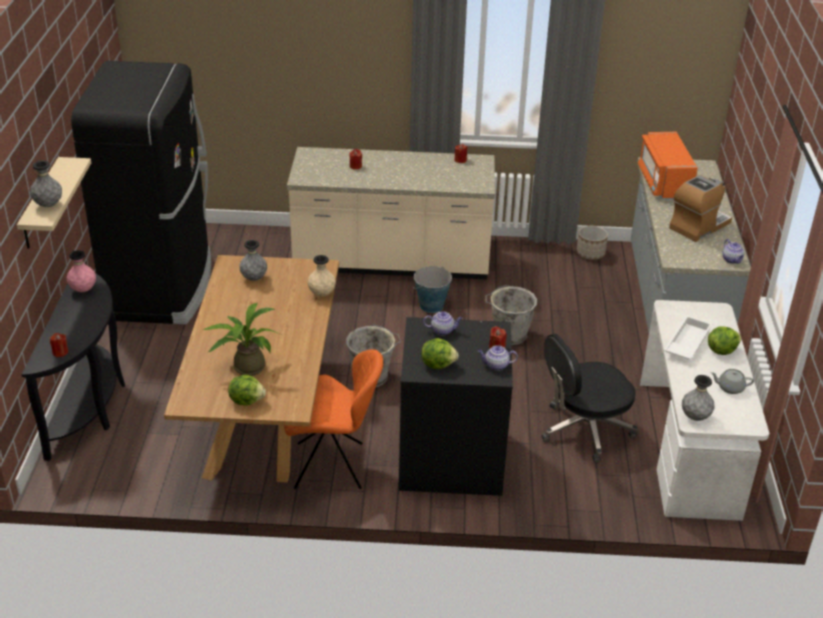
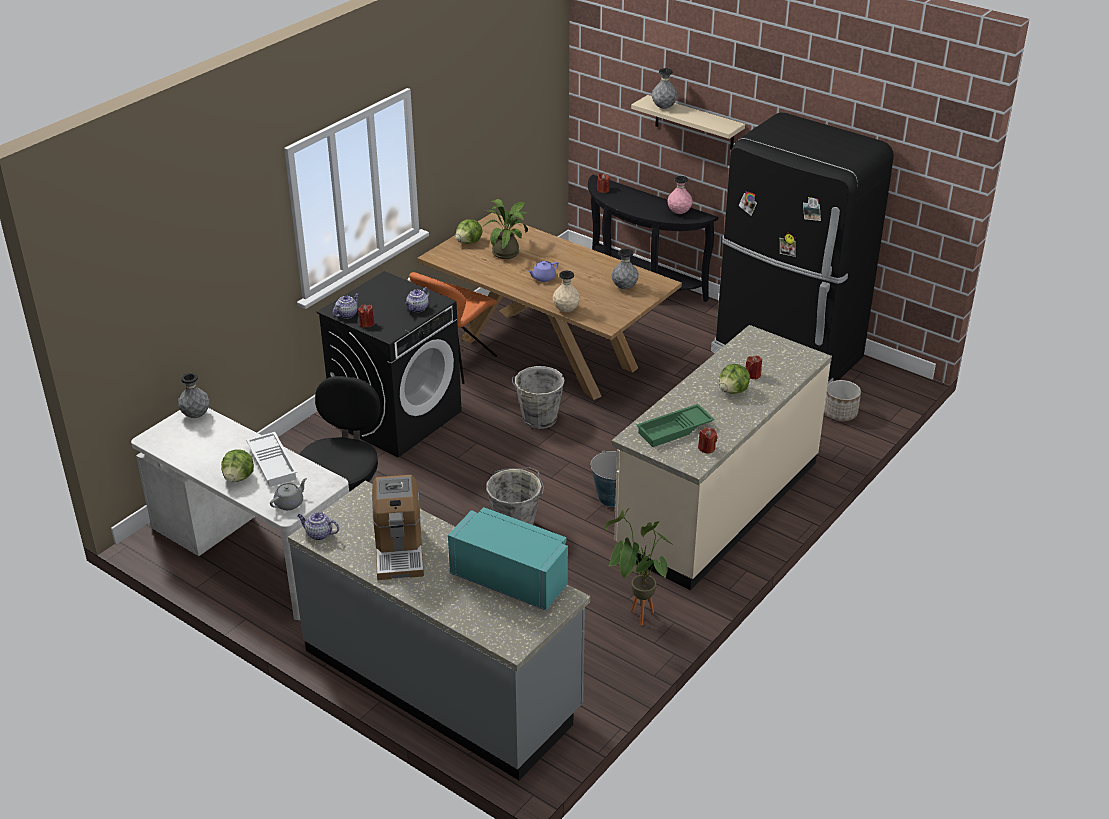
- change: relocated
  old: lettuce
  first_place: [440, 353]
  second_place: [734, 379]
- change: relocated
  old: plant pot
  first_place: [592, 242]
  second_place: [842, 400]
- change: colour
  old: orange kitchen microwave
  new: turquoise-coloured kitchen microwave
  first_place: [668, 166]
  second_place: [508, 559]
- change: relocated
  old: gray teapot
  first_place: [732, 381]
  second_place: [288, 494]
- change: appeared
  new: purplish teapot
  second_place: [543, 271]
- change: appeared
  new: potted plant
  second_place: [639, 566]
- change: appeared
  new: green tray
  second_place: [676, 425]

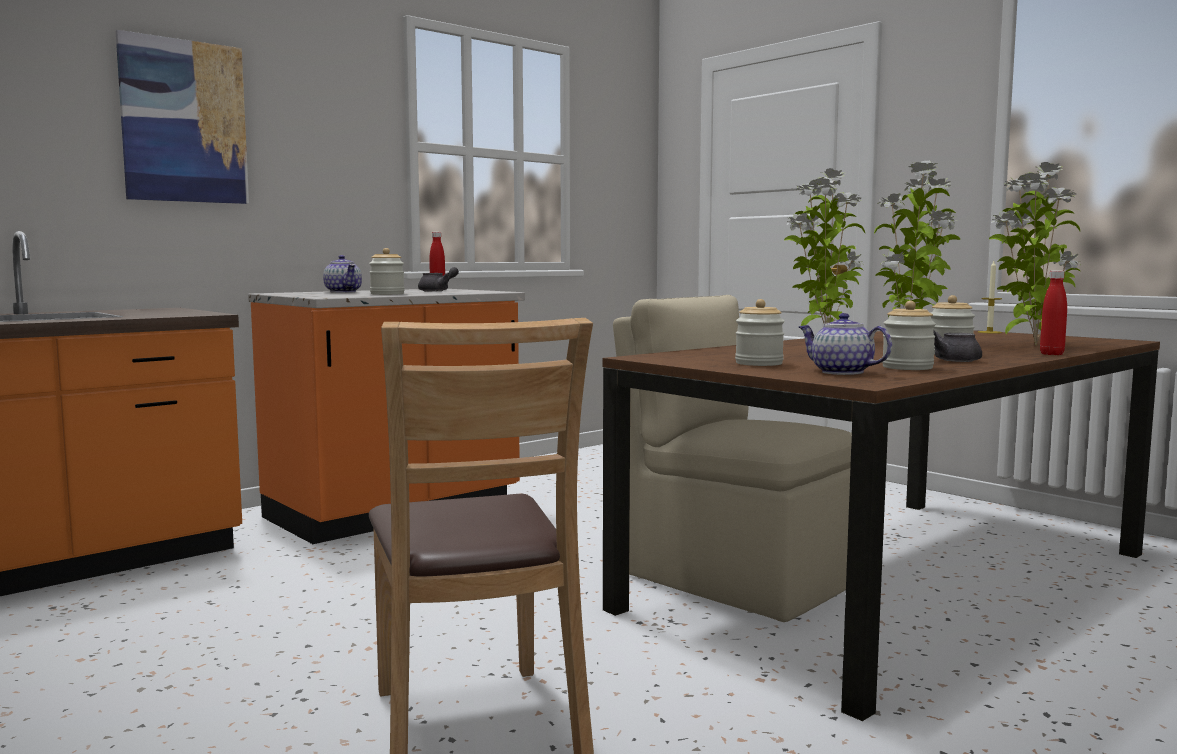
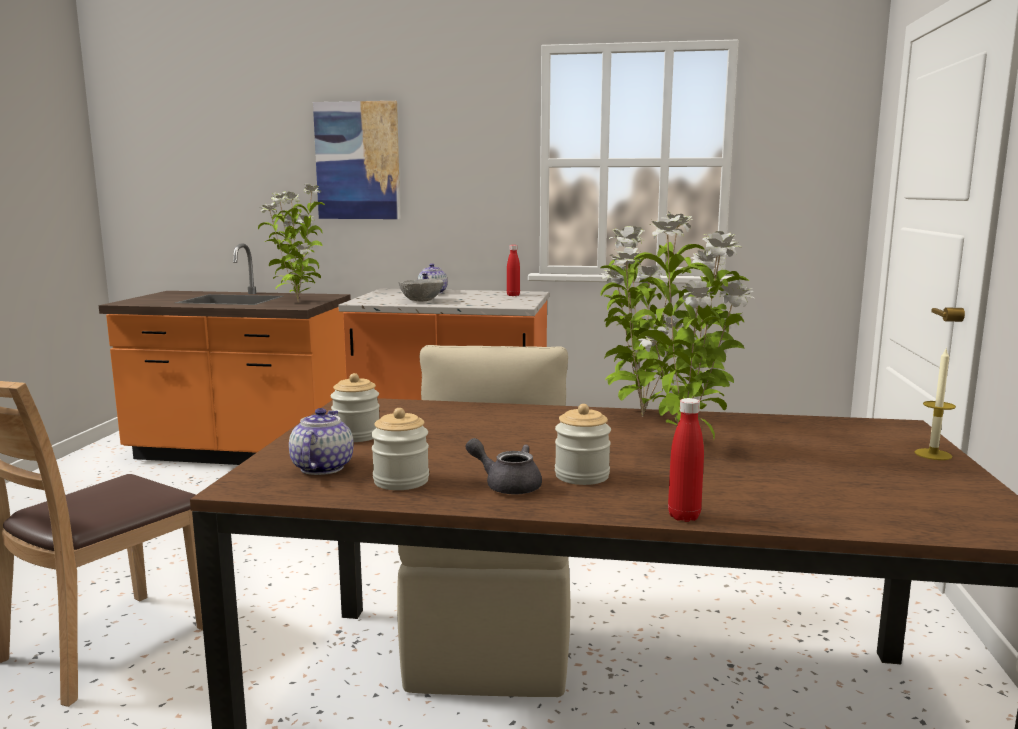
- change: exchanged
  old: jar
  new: gray serving bowl
  first_place: [386, 271]
  second_place: [421, 290]
- change: missing
  old: gray teapot
  first_place: [438, 279]
- change: relocated
  old: potted plant
  first_place: [1035, 253]
  second_place: [291, 242]

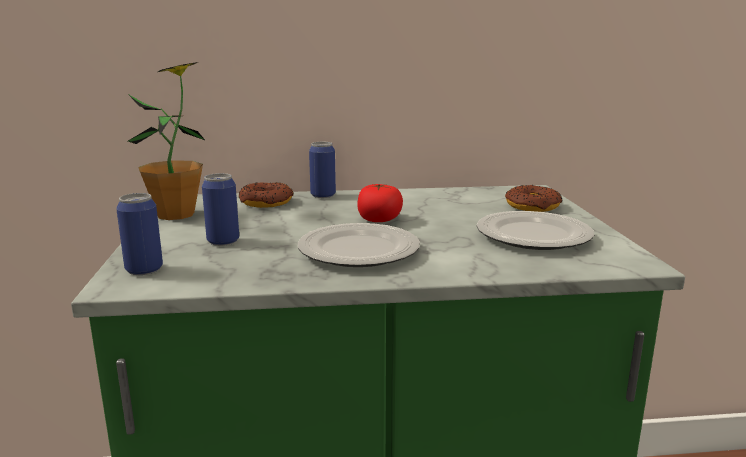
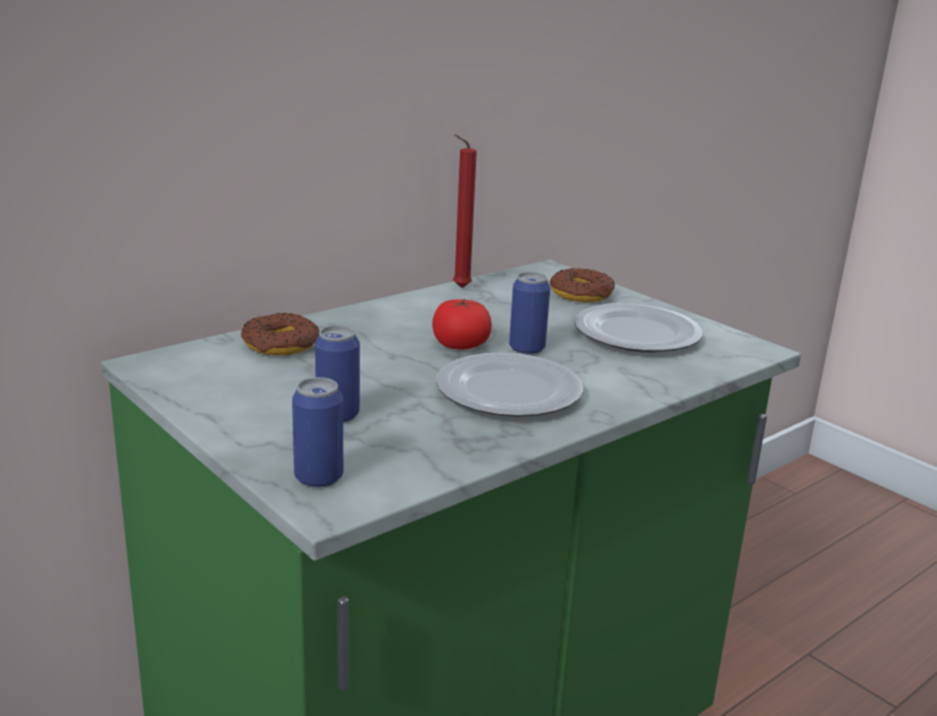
- change: missing
  old: potted plant
  first_place: [167, 141]
- change: relocated
  old: sealed can
  first_place: [322, 170]
  second_place: [529, 313]
- change: appeared
  new: red wax light
  second_place: [465, 211]

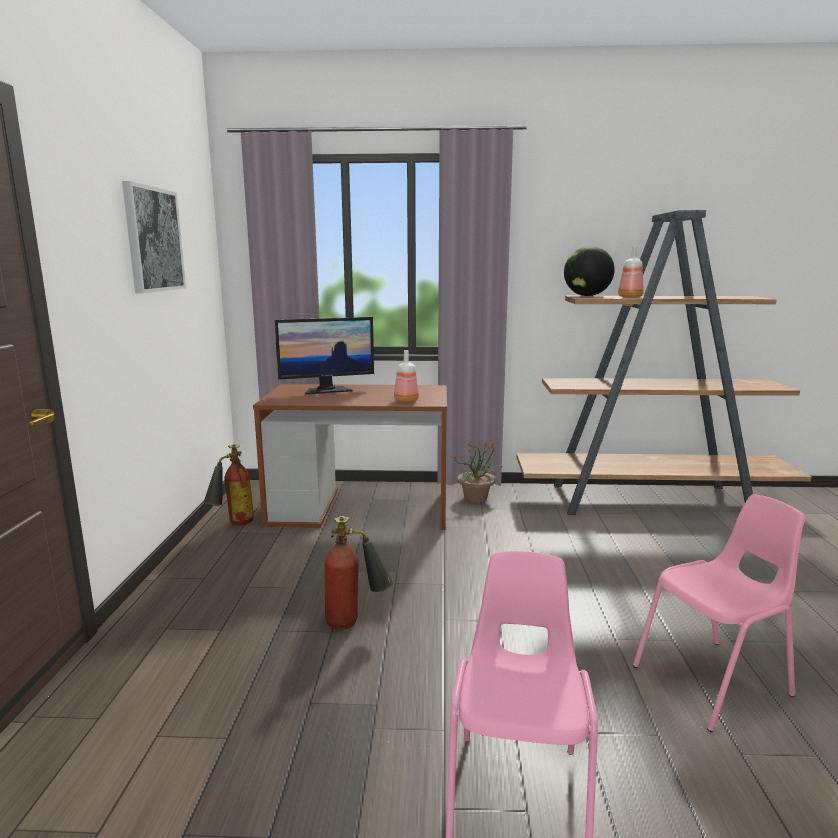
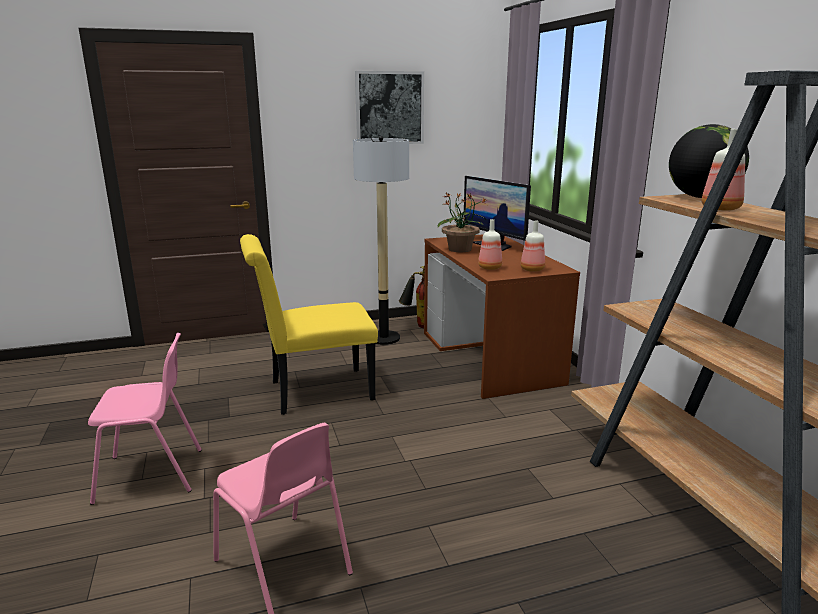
- change: exchanged
  old: fire extinguisher
  new: yellow-coloured upright chair
  first_place: [359, 573]
  second_place: [309, 324]
- change: relocated
  old: potted plant
  first_place: [476, 472]
  second_place: [462, 222]
- change: appeared
  new: standard lamp
  second_place: [381, 240]
- change: appeared
  new: bottle
  second_place: [533, 246]

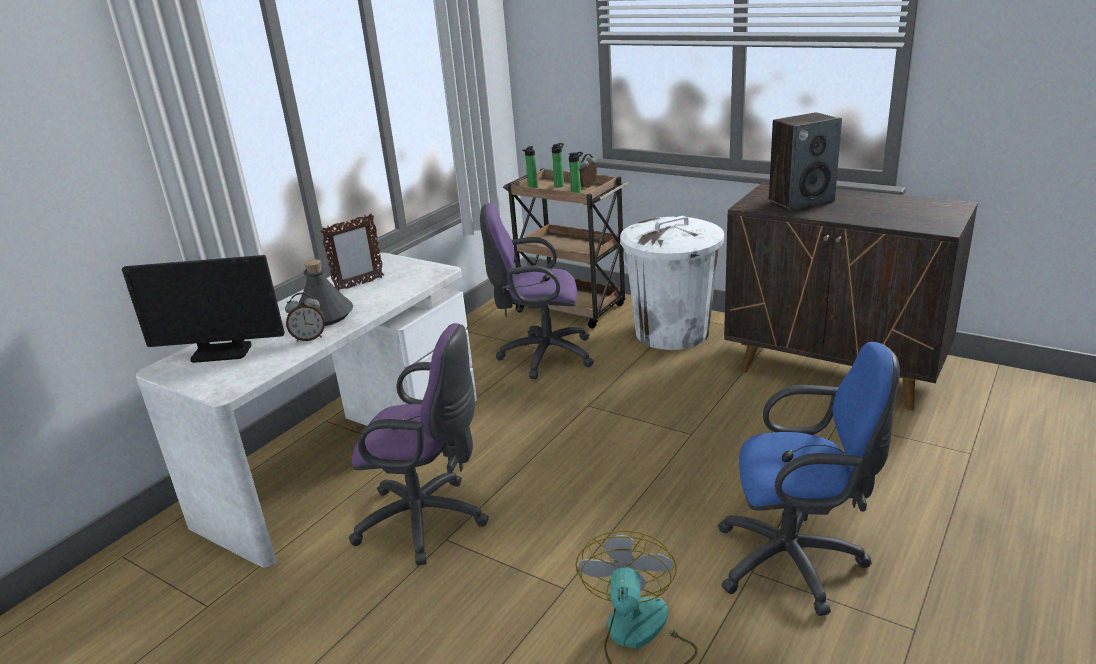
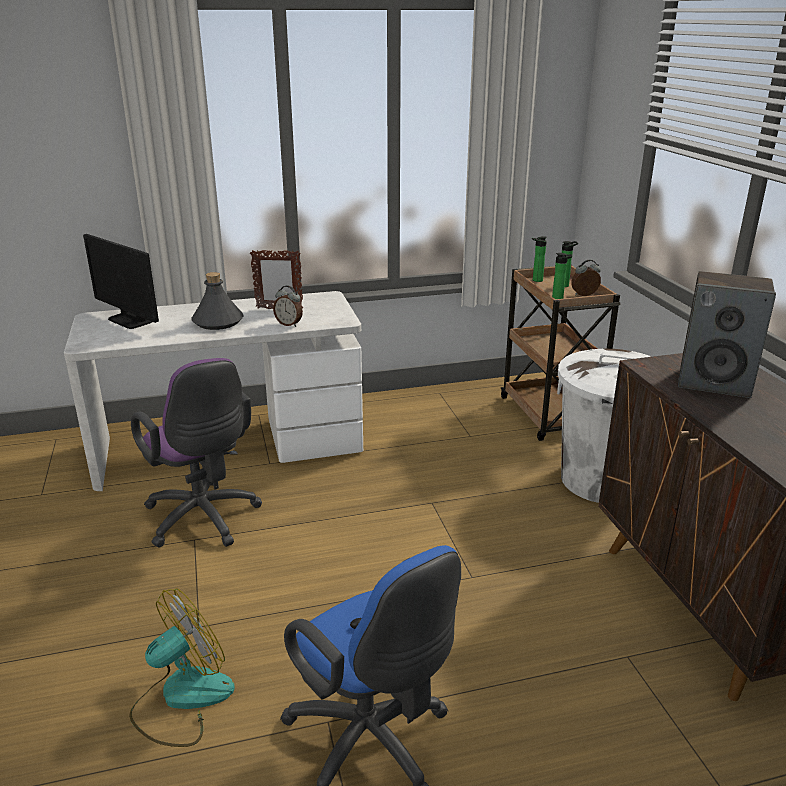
- change: relocated
  old: alarm clock
  first_place: [305, 317]
  second_place: [288, 306]
- change: missing
  old: purplish computer chair
  first_place: [537, 291]

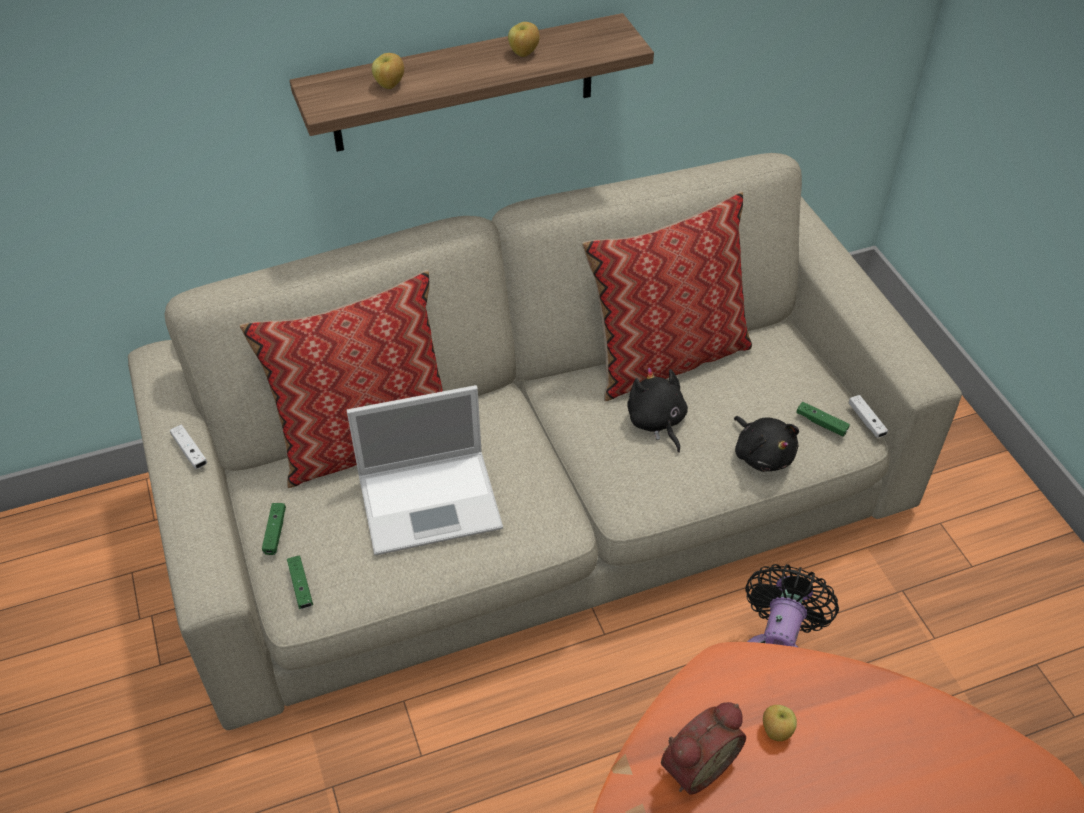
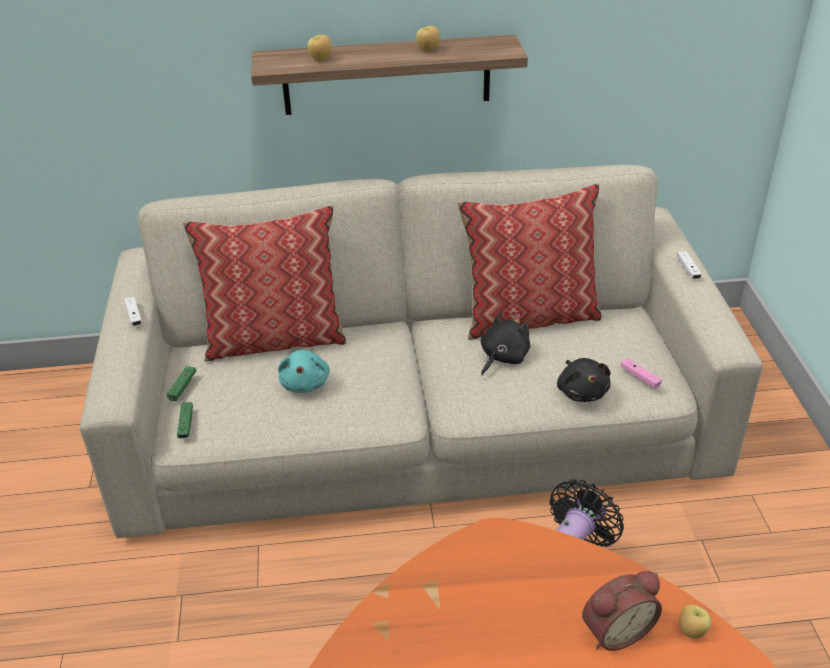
- change: exchanged
  old: portable computer
  new: turquoise-coloured cuddly toy
  first_place: [425, 470]
  second_place: [304, 371]
- change: spun
  old: black-coloured cuddly toy
  first_place: [657, 410]
  second_place: [505, 343]
  degrees: 45
- change: relocated
  old: alarm clock
  first_place: [703, 748]
  second_place: [622, 611]
- change: relocated
  old: apple fruit
  first_place: [780, 723]
  second_place: [695, 622]
- change: colour
  old: green gamepad
  new: pink gamepad
  first_place: [823, 419]
  second_place: [641, 373]
- change: relocated
  old: whitish gamepad
  first_place: [868, 416]
  second_place: [689, 265]

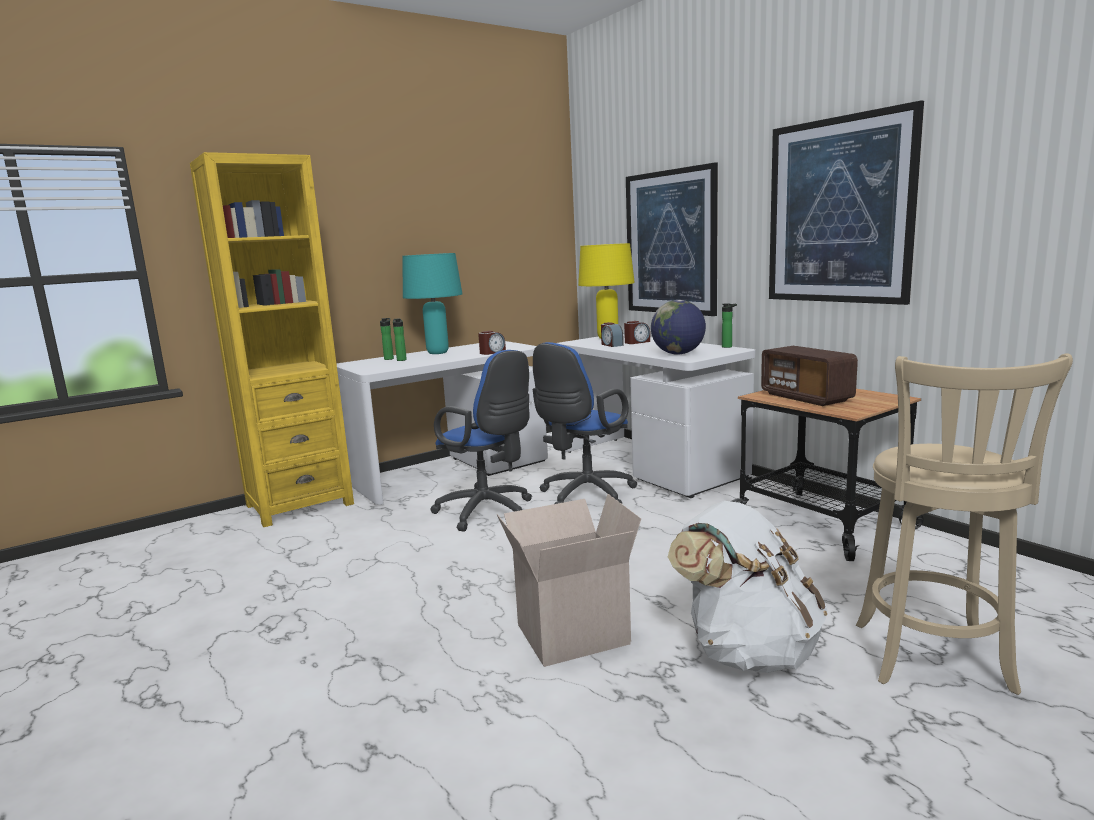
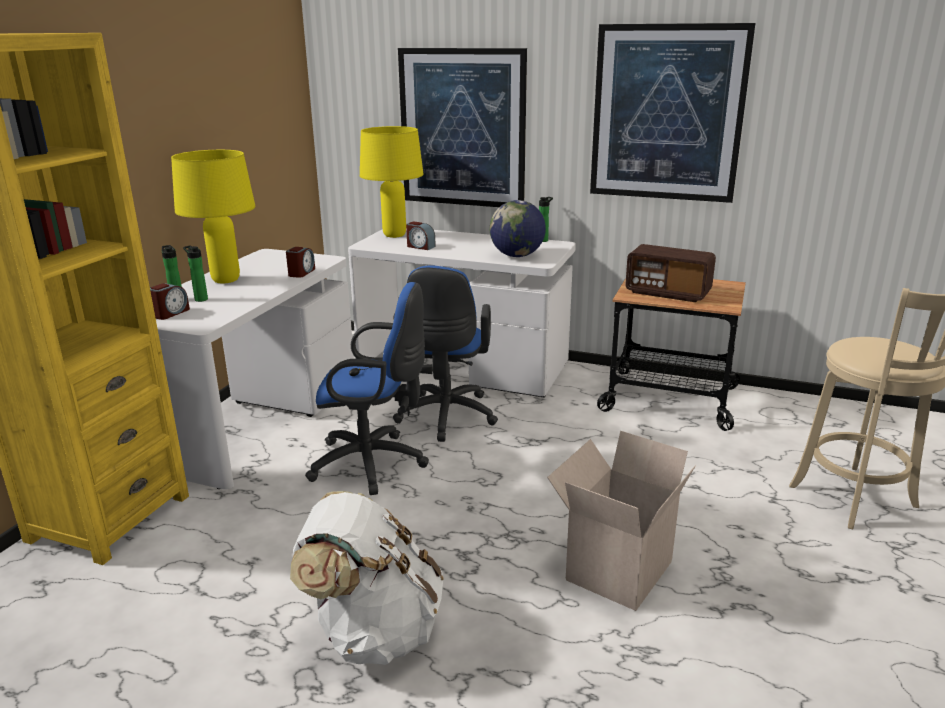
- change: colour
  old: turquoise-coloured tabletop lamp
  new: yellow-coloured tabletop lamp
  first_place: [432, 303]
  second_place: [213, 216]
- change: relocated
  old: alarm clock
  first_place: [637, 332]
  second_place: [170, 301]
- change: relocated
  old: whitish backpack
  first_place: [748, 587]
  second_place: [367, 578]

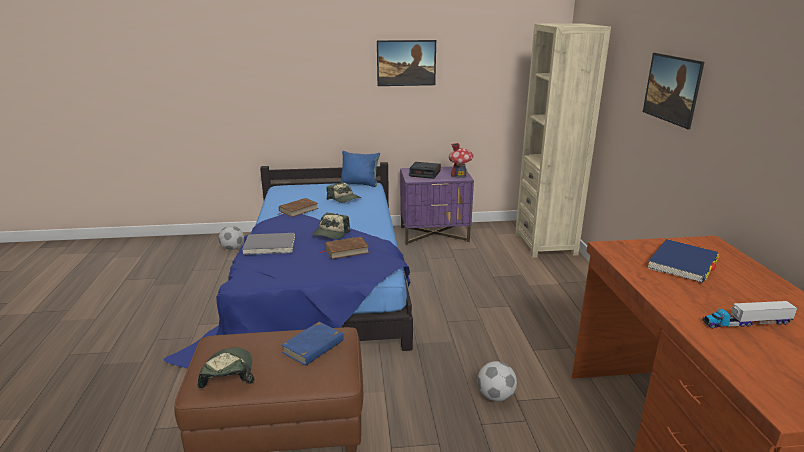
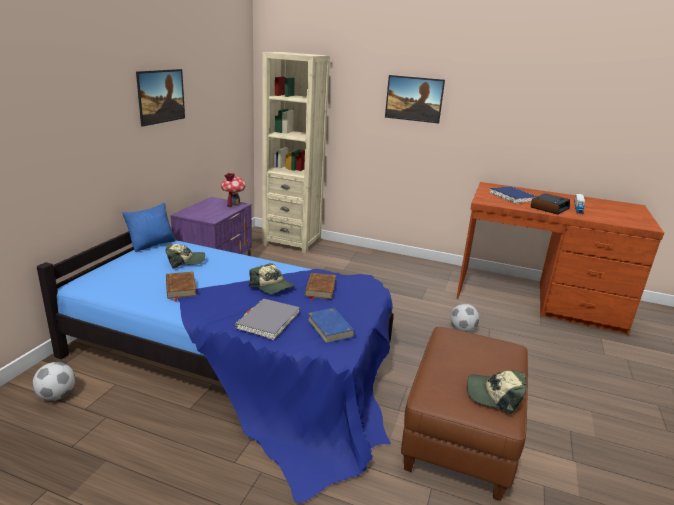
- change: relocated
  old: blue bound book
  first_place: [312, 344]
  second_place: [331, 325]
- change: relocated
  old: alarm clock
  first_place: [425, 170]
  second_place: [550, 203]

